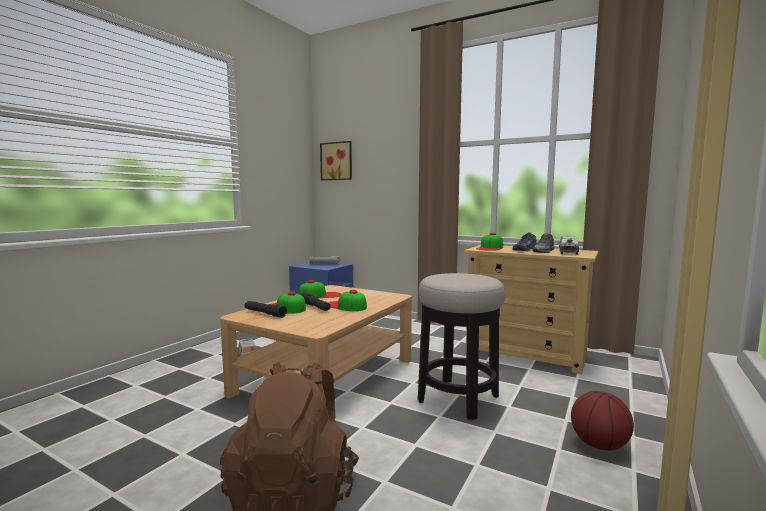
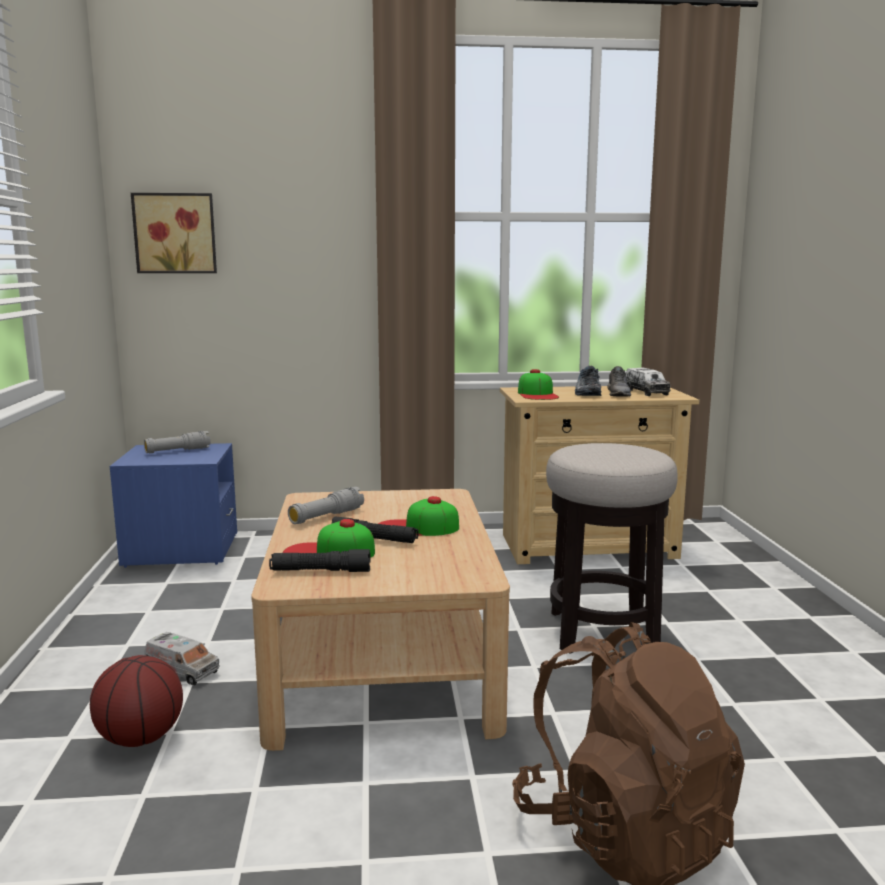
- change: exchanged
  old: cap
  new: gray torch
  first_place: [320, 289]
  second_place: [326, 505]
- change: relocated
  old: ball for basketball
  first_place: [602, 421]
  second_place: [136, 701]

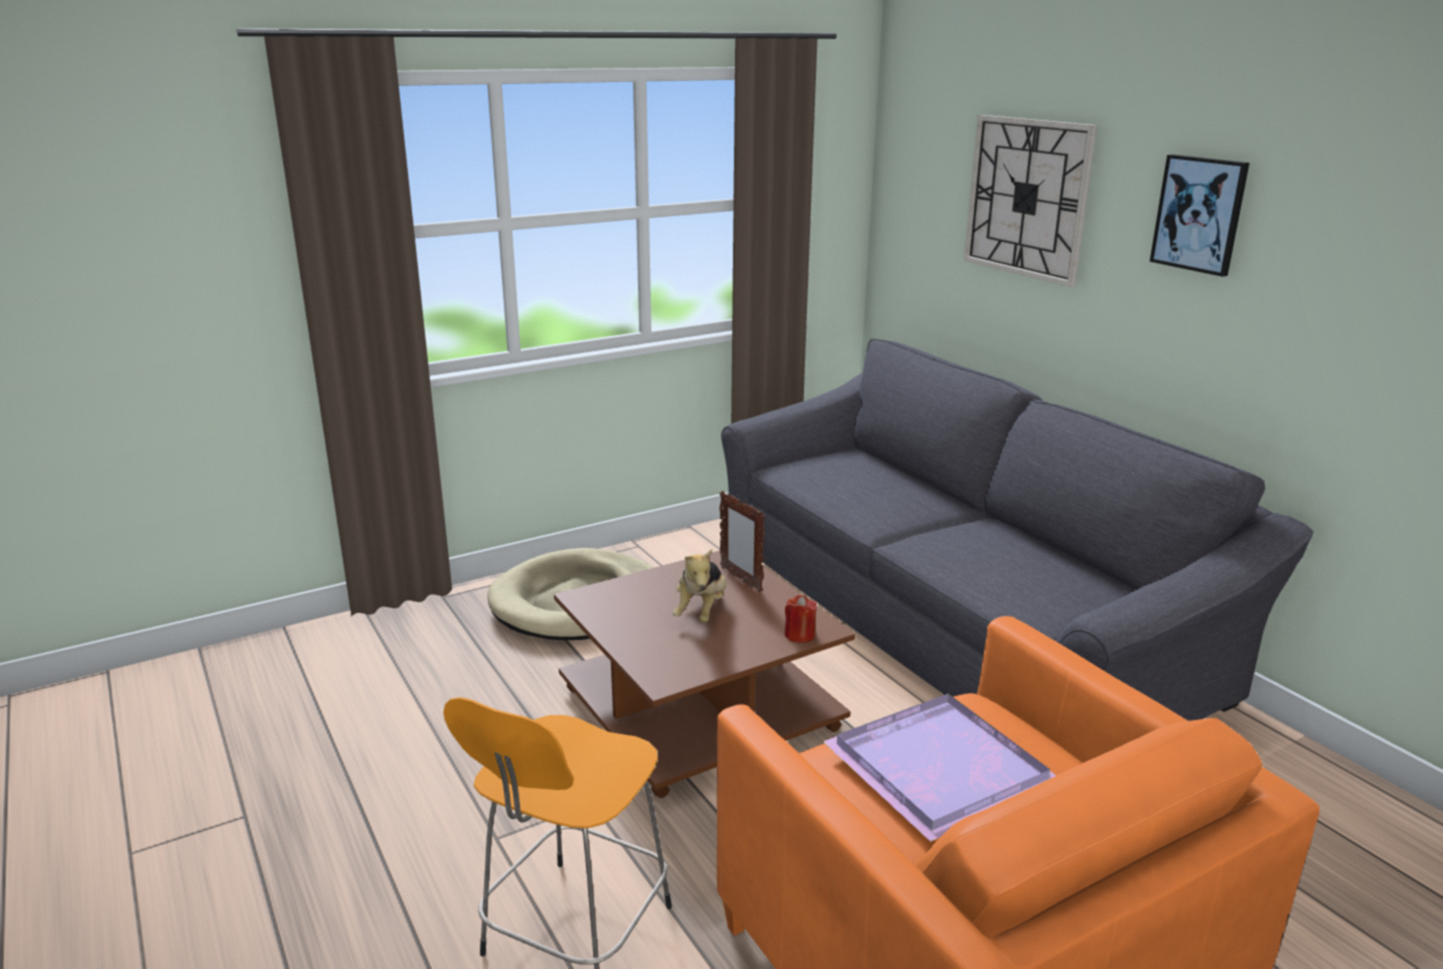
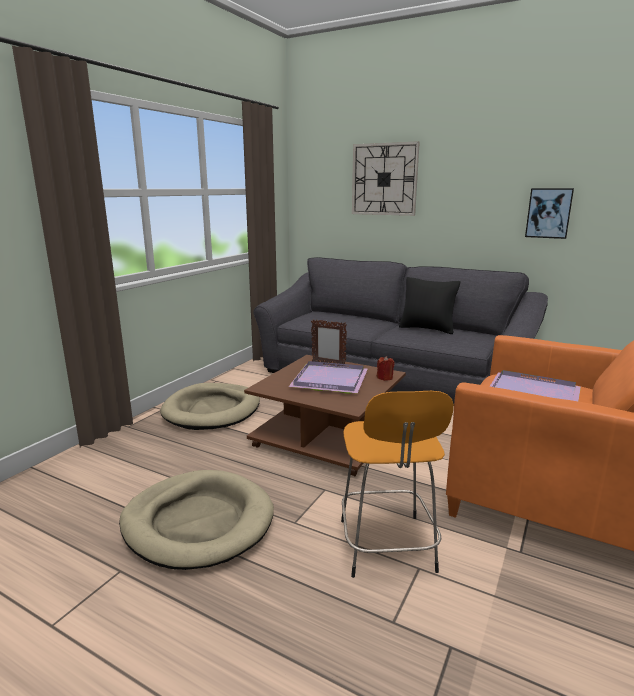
- change: exchanged
  old: cuddly toy
  new: purplish tray
  first_place: [699, 586]
  second_place: [328, 377]
- change: relocated
  old: wall picture
  first_place: [1199, 215]
  second_place: [549, 213]
- change: appeared
  new: beige pet bed
  second_place: [196, 520]
- change: appeared
  new: black-coloured pillow
  second_place: [429, 305]

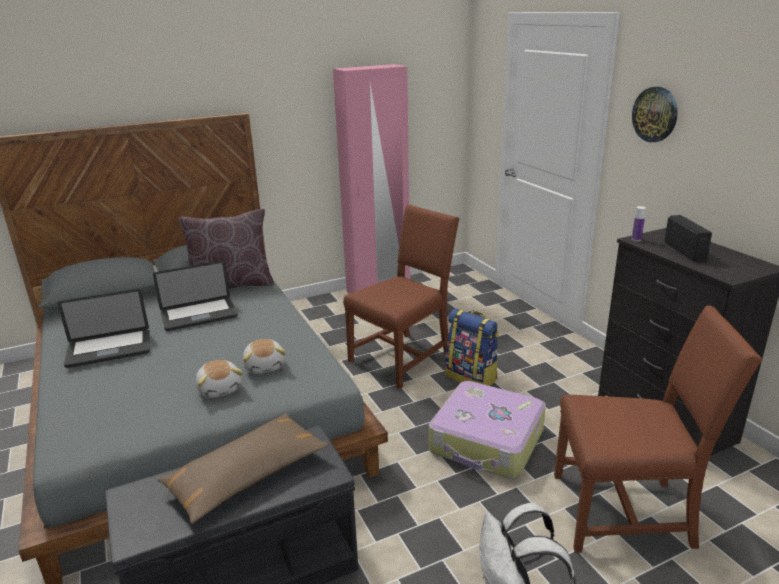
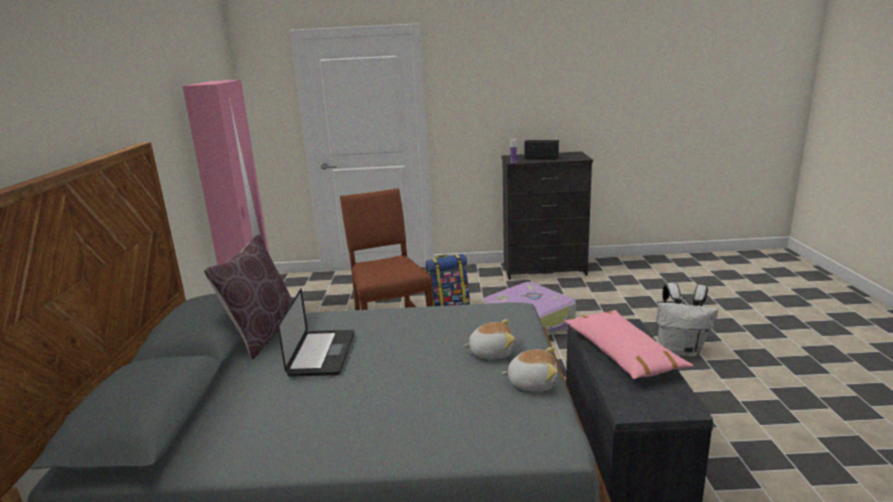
- change: missing
  old: portable computer
  first_place: [103, 328]
- change: colour
  old: brown pillow
  new: pink pillow
  first_place: [243, 468]
  second_place: [629, 344]
- change: relocated
  old: cuddly toy
  first_place: [264, 356]
  second_place: [529, 369]
- change: missing
  old: brown upright chair
  first_place: [658, 429]
- change: missing
  old: wall clock
  first_place: [655, 114]

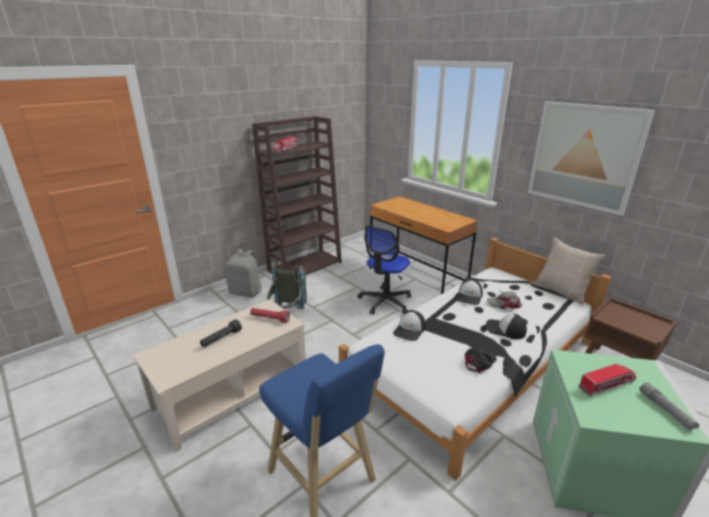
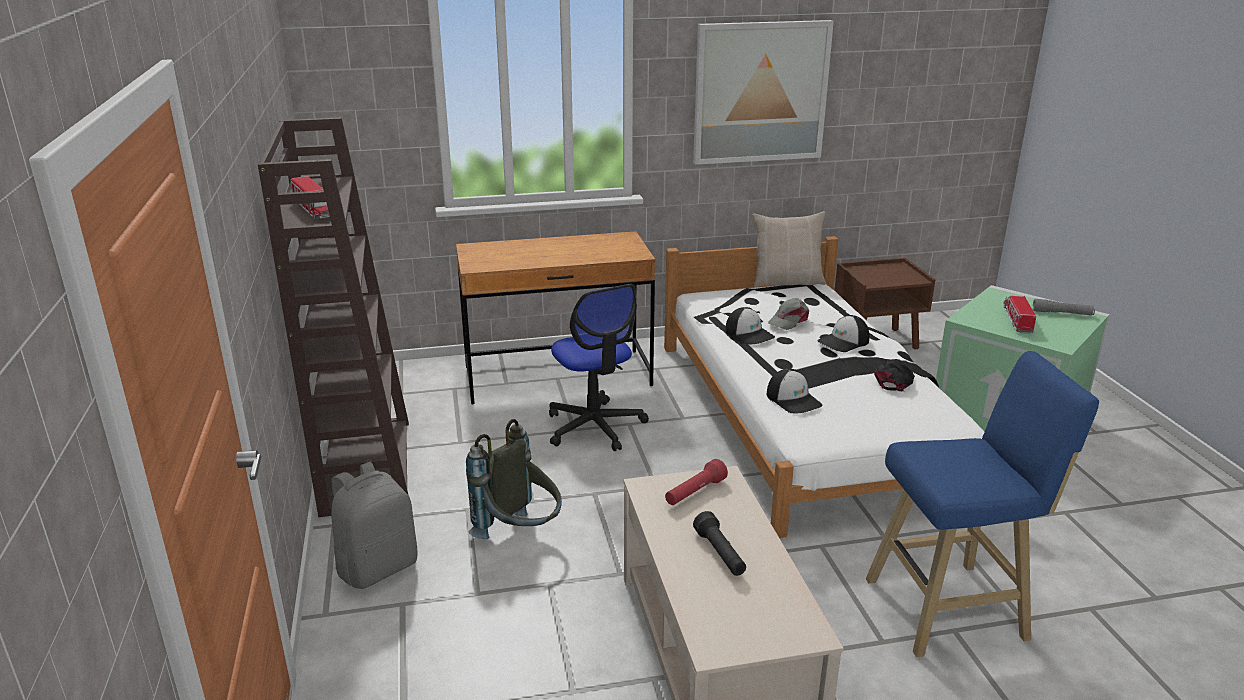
- change: spun
  old: black-coloured cap
  first_place: [481, 359]
  second_place: [894, 375]
  degrees: 45

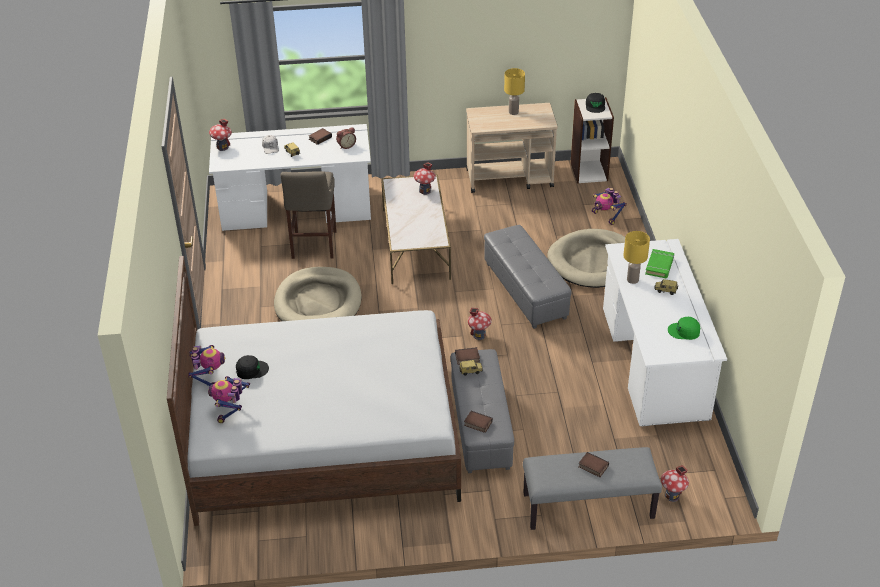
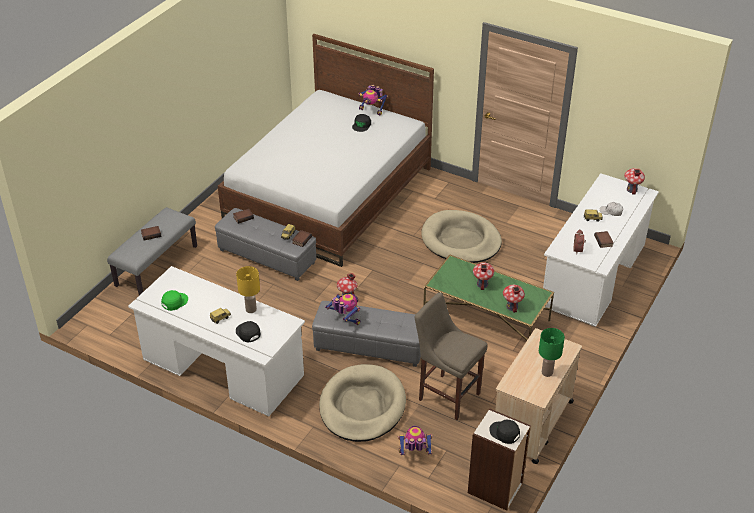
- change: relocated
  old: toy robot
  first_place: [229, 399]
  second_place: [342, 309]
- change: relocated
  old: beige stool
  first_place: [309, 215]
  second_place: [451, 356]
- change: colour
  old: whitish low table
  new: green low table
  first_place: [416, 229]
  second_place: [488, 297]
- change: colour
  old: yellow-coloured tabletop lamp
  new: green tabletop lamp
  first_place: [514, 91]
  second_place: [552, 352]
- change: exchanged
  old: green bound book
  new: black-coloured cap
  first_place: [659, 264]
  second_place: [248, 331]
- change: relocated
  old: toy house
  first_place: [675, 483]
  second_place: [483, 276]

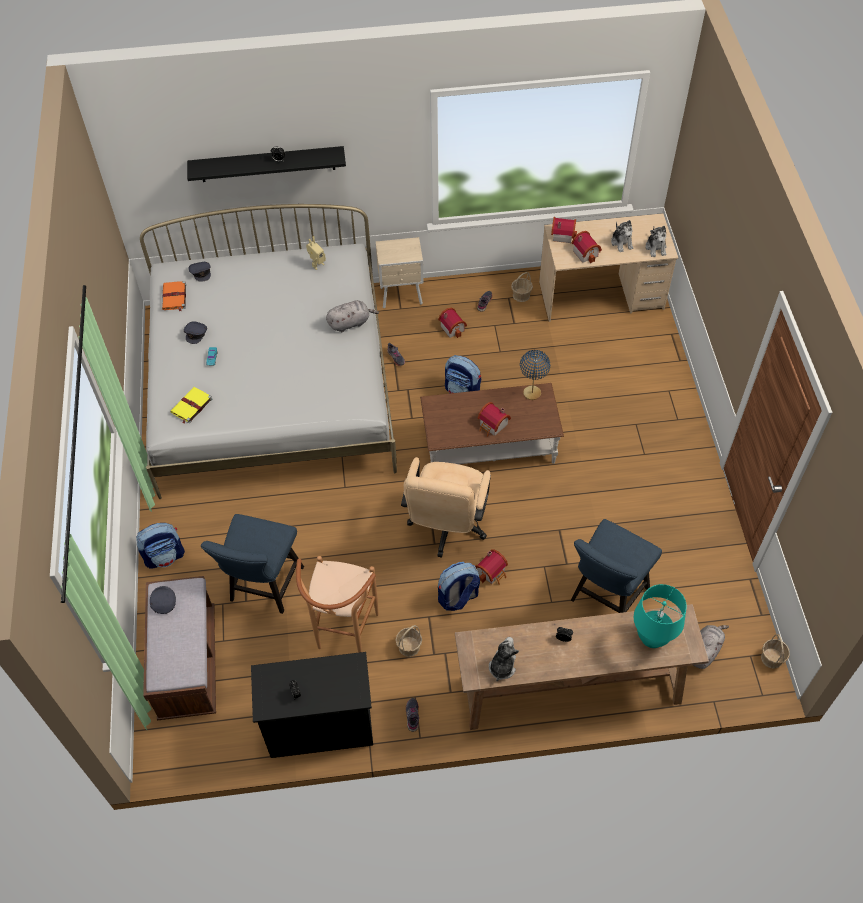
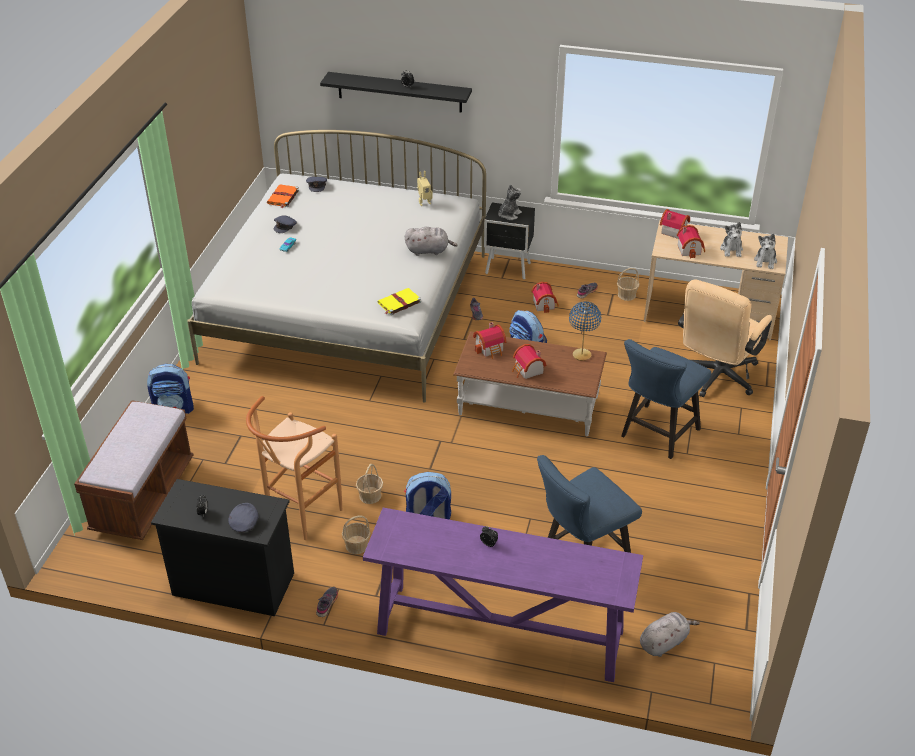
- change: relocated
  old: gray cap
  first_place: [163, 600]
  second_place: [243, 518]
- change: relocated
  old: yellow-coloured bound book
  first_place: [191, 405]
  second_place: [399, 301]
- change: relocated
  old: blue upright chair
  first_place: [252, 564]
  second_place: [666, 399]
- change: colour
  old: beige bedside table
  new: black-coloured bedside table
  first_place: [400, 272]
  second_place: [509, 241]
- change: relocated
  old: beige computer chair
  first_place: [446, 507]
  second_place: [725, 338]
- change: colour
  old: brown hall table
  new: purplish hall table
  first_place: [582, 667]
  second_place: [503, 595]
- change: relocated
  old: toy house
  first_place: [491, 567]
  second_place: [489, 340]
- change: relocated
  old: cuddly toy
  first_place: [504, 659]
  second_place: [510, 202]
- change: missing
  old: turquoise-coloured tabletop lamp
  first_place: [660, 616]
- change: relocated
  old: storage basket
  first_place: [775, 651]
  second_place: [369, 484]

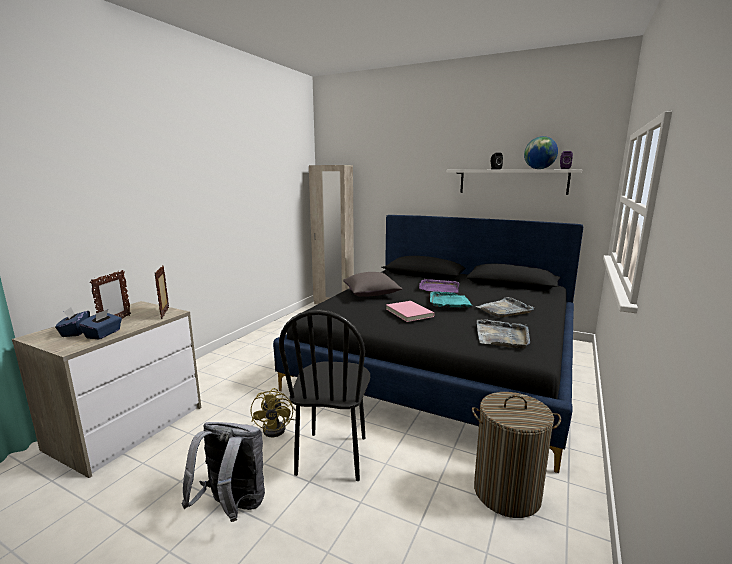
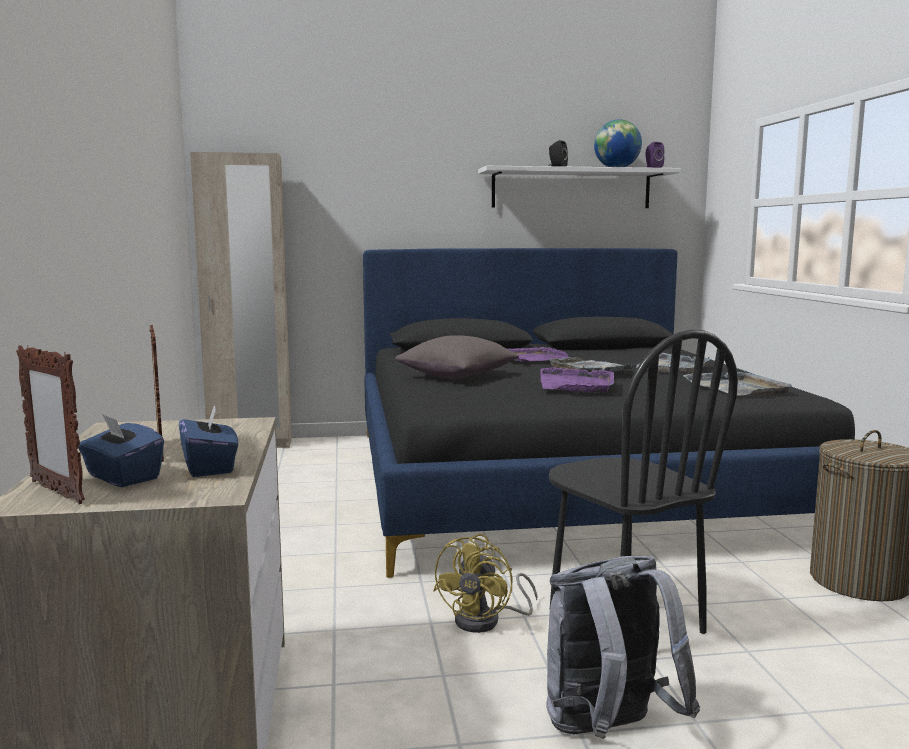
- change: relocated
  old: photo frame
  first_place: [162, 292]
  second_place: [50, 424]
- change: spun
  old: yellow-coloured electric fan
  first_place: [273, 412]
  second_place: [485, 583]
  degrees: 60
- change: exchanged
  old: pink bound book
  new: purplish tray
  first_place: [410, 311]
  second_place: [577, 379]
- change: colour
  old: turquoise-coloured tray
  new: gray tray
  first_place: [451, 299]
  second_place: [592, 364]

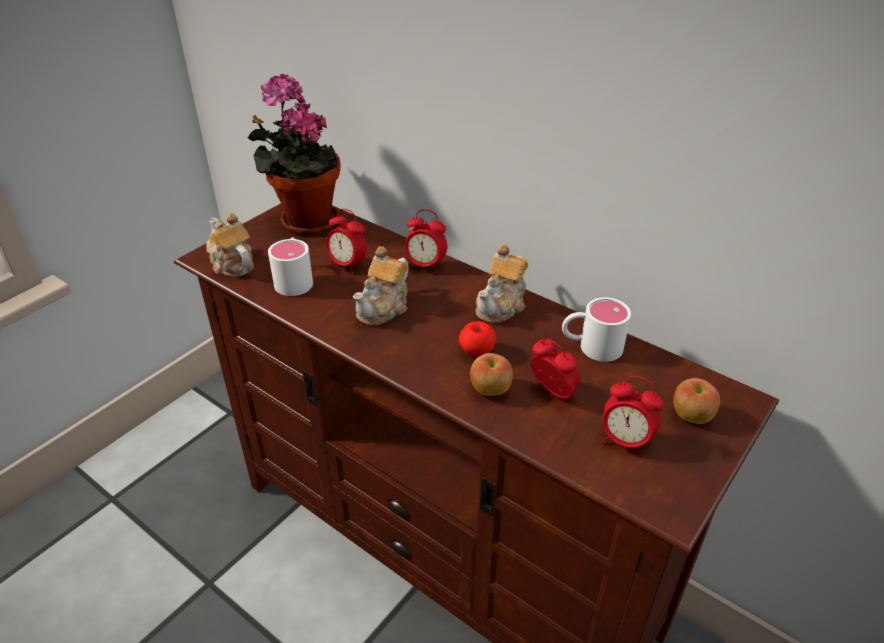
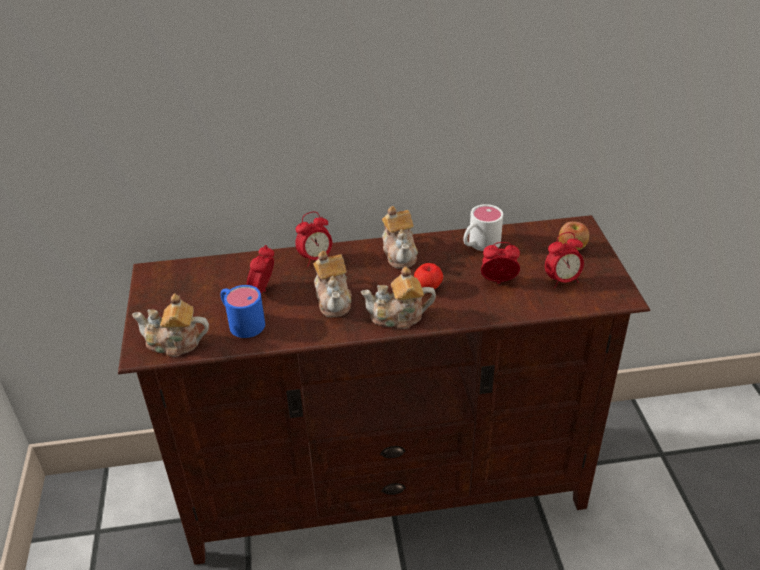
- change: missing
  old: potted plant
  first_place: [294, 154]
- change: colour
  old: whitish tea mug
  new: blue tea mug
  first_place: [290, 266]
  second_place: [242, 311]
- change: spun
  old: alarm clock
  first_place: [346, 241]
  second_place: [260, 269]
  degrees: 120
- change: missing
  old: apple fruit
  first_place: [491, 374]
- change: appeared
  new: teapot
  second_place: [398, 298]

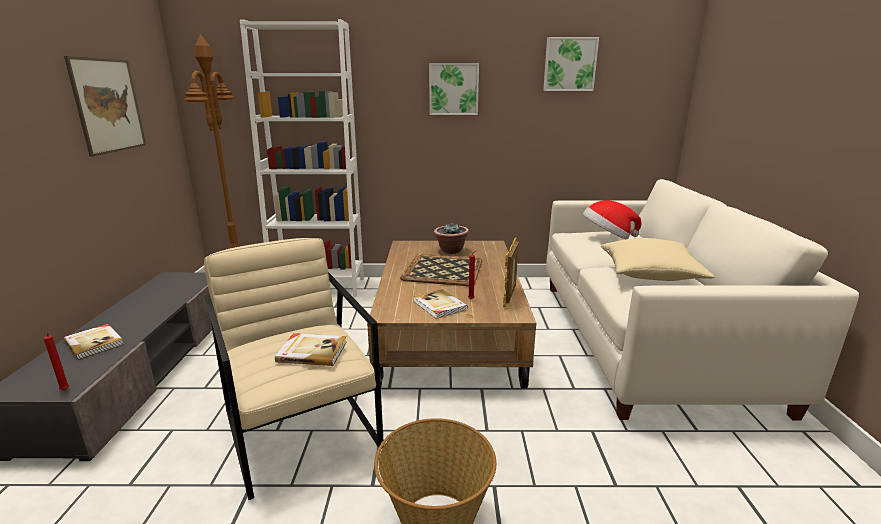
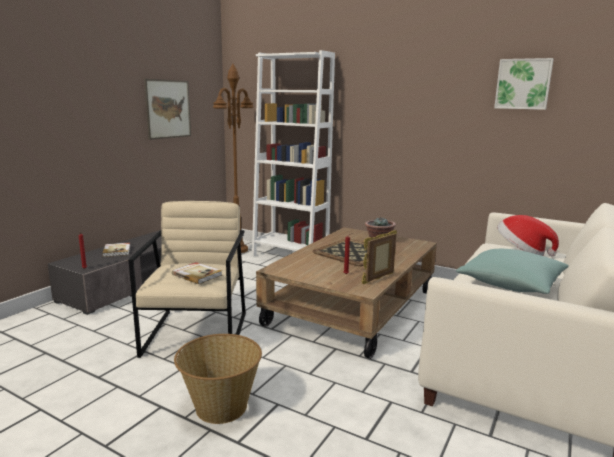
- change: missing
  old: bound book
  first_place: [440, 304]
- change: missing
  old: wall picture
  first_place: [454, 89]
- change: colour
  old: beige pillow
  new: turquoise-coloured pillow
  first_place: [658, 259]
  second_place: [512, 271]

